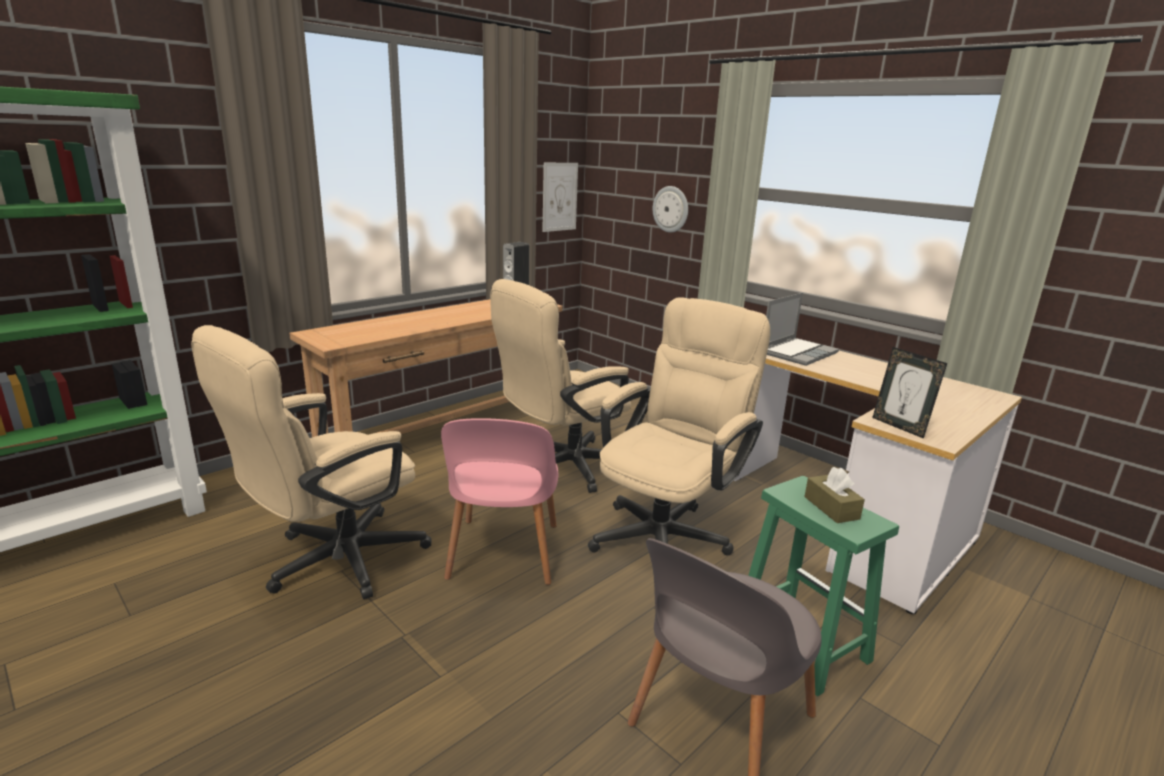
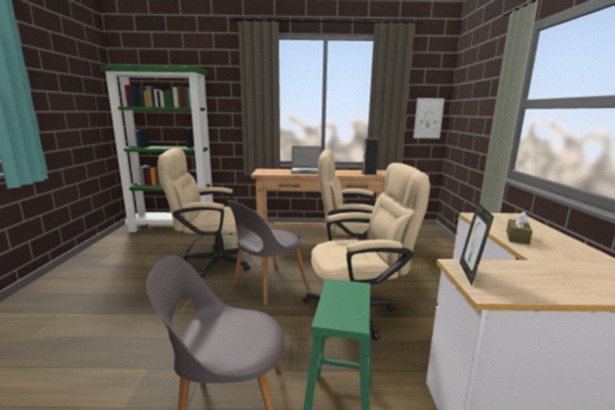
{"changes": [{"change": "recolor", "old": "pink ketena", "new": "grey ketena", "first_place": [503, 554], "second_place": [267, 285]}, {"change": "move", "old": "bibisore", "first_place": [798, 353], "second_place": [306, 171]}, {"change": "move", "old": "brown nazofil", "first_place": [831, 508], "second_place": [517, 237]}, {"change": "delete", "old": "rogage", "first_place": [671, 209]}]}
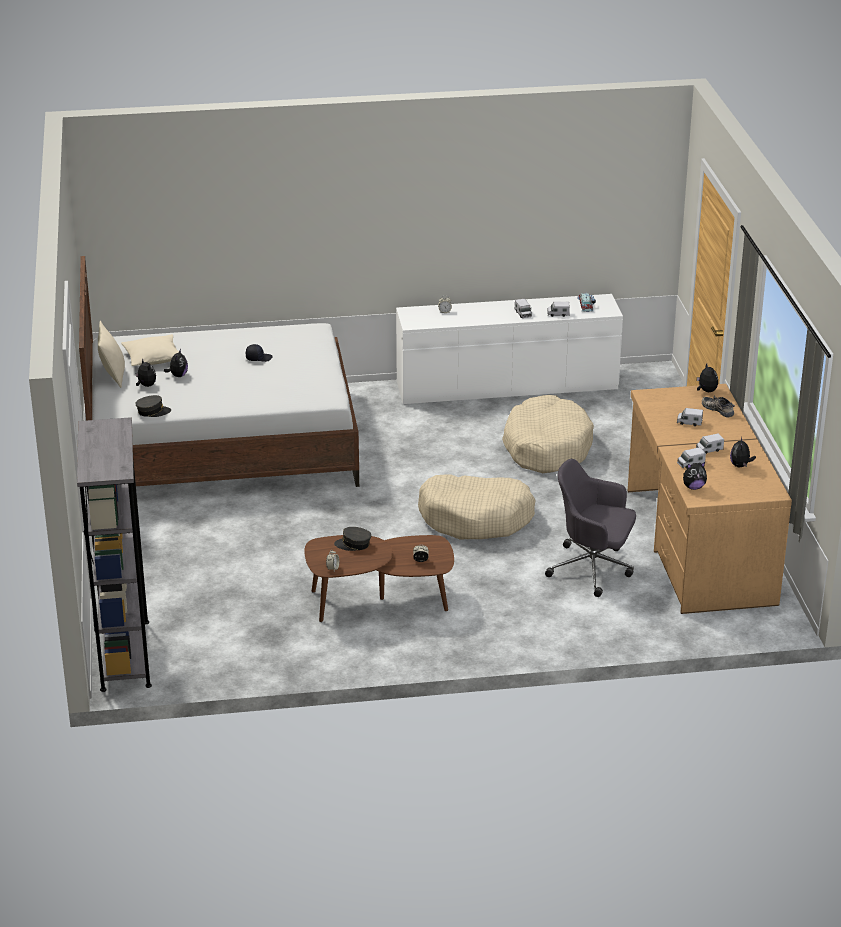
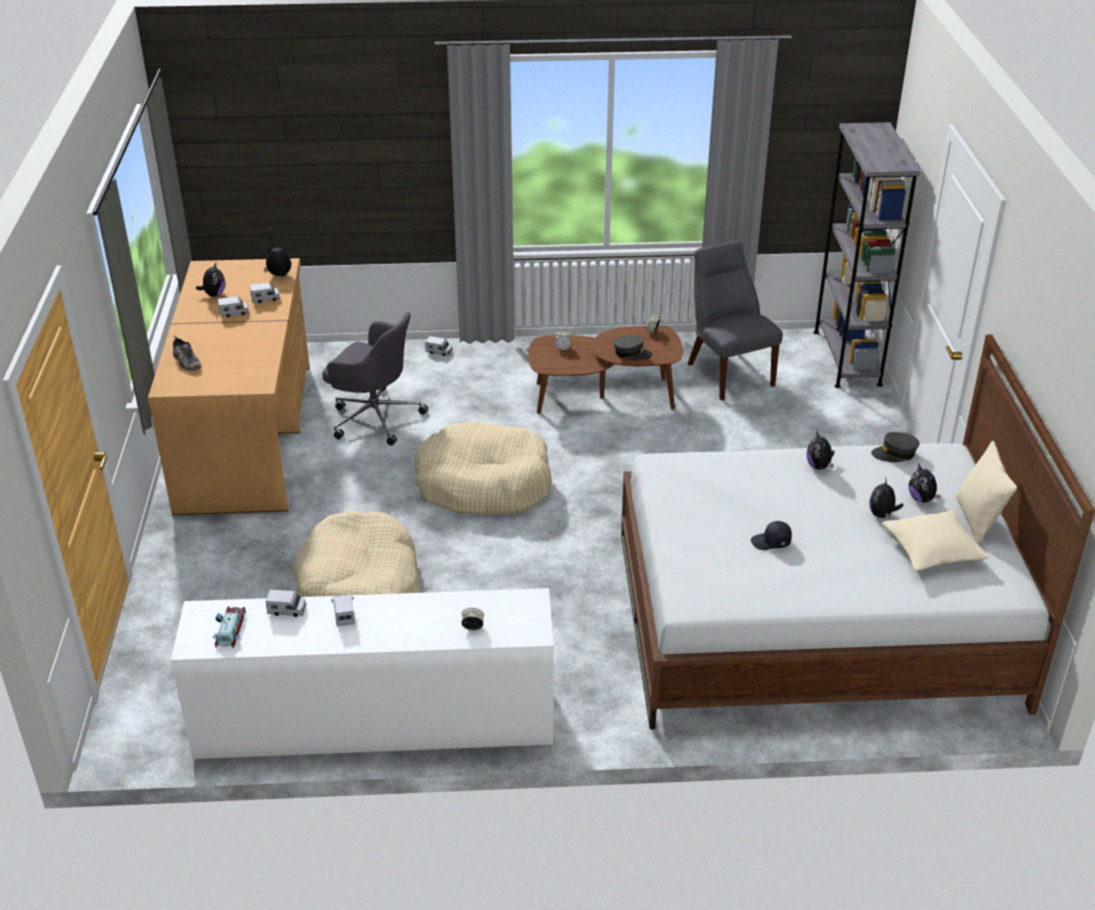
{"changes": [{"change": "move", "old": "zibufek", "first_place": [689, 422], "second_place": [439, 352]}, {"change": "insert", "new": "grey ketena", "second_place": [727, 373]}, {"change": "move", "old": "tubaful", "first_place": [706, 391], "second_place": [819, 466]}]}
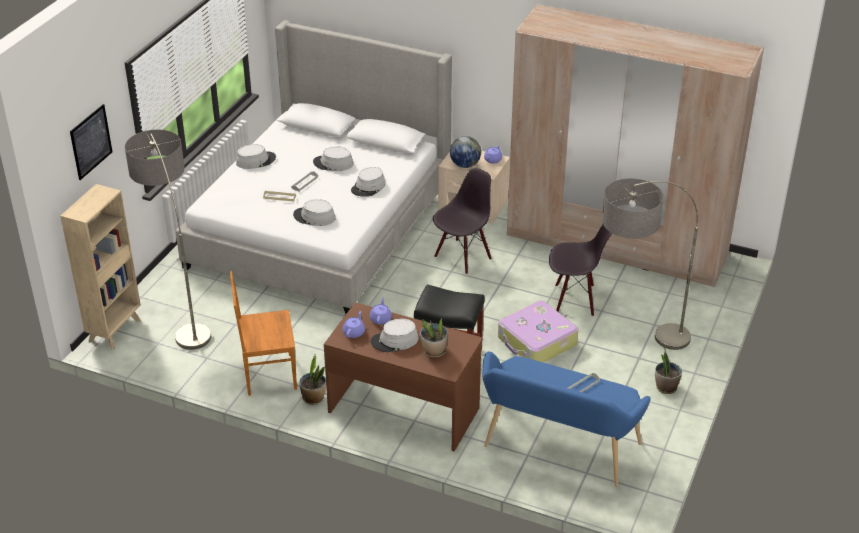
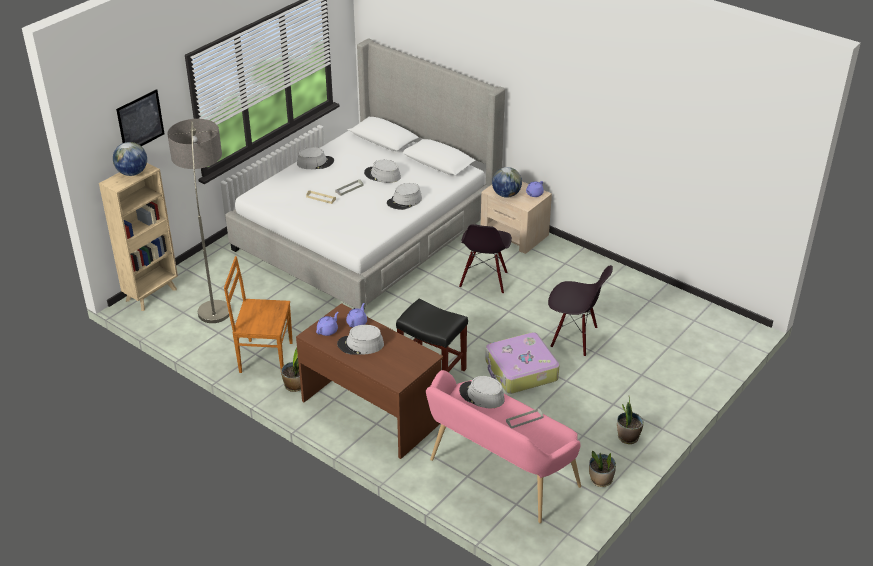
{"changes": [{"change": "insert", "new": "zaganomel", "second_place": [132, 173]}, {"change": "recolor", "old": "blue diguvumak", "new": "pink diguvumak", "first_place": [557, 449], "second_place": [498, 476]}, {"change": "rotate", "old": "black ketena", "first_place": [462, 257], "second_place": [484, 280], "degrees": 135}, {"change": "move", "old": "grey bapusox", "first_place": [314, 217], "second_place": [481, 395]}, {"change": "move", "old": "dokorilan", "first_place": [434, 351], "second_place": [600, 480]}, {"change": "delete", "old": "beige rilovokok", "first_place": [616, 245]}, {"change": "delete", "old": "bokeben", "first_place": [634, 349]}]}
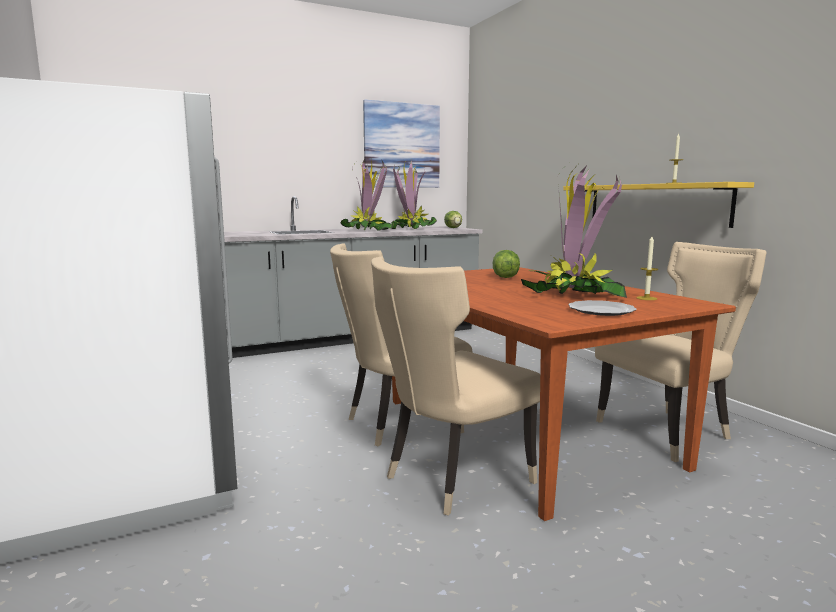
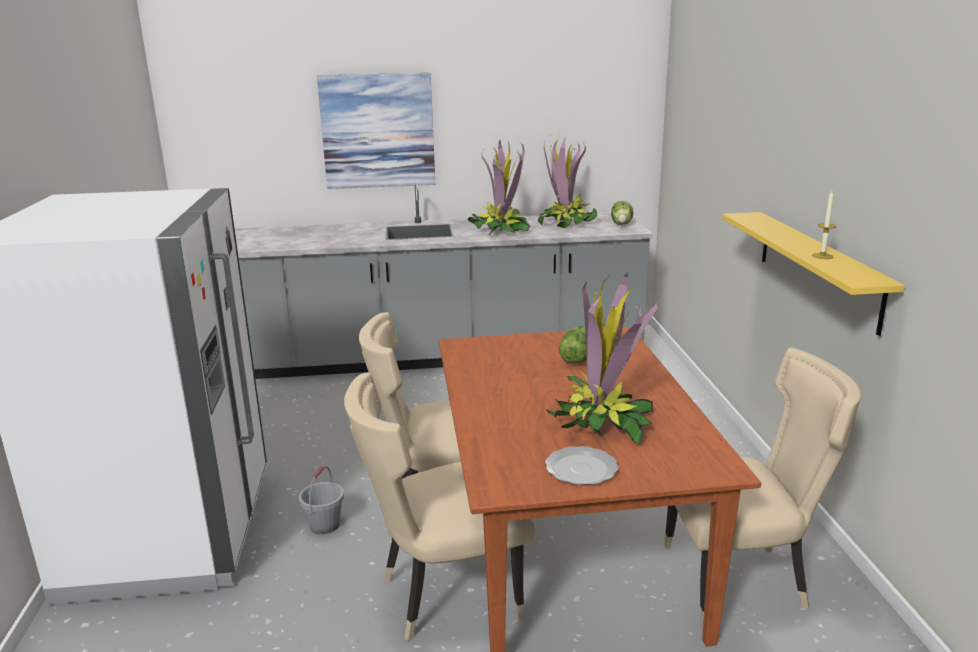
{"changes": [{"change": "insert", "new": "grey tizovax", "second_place": [325, 525]}, {"change": "move", "old": "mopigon", "first_place": [402, 146], "second_place": [378, 131]}, {"change": "delete", "old": "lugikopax", "first_place": [646, 298]}]}
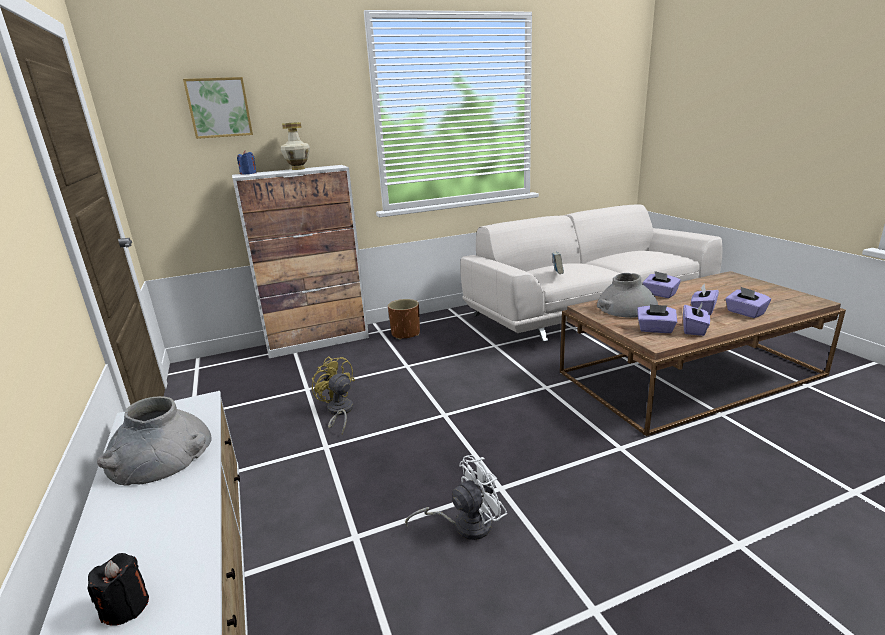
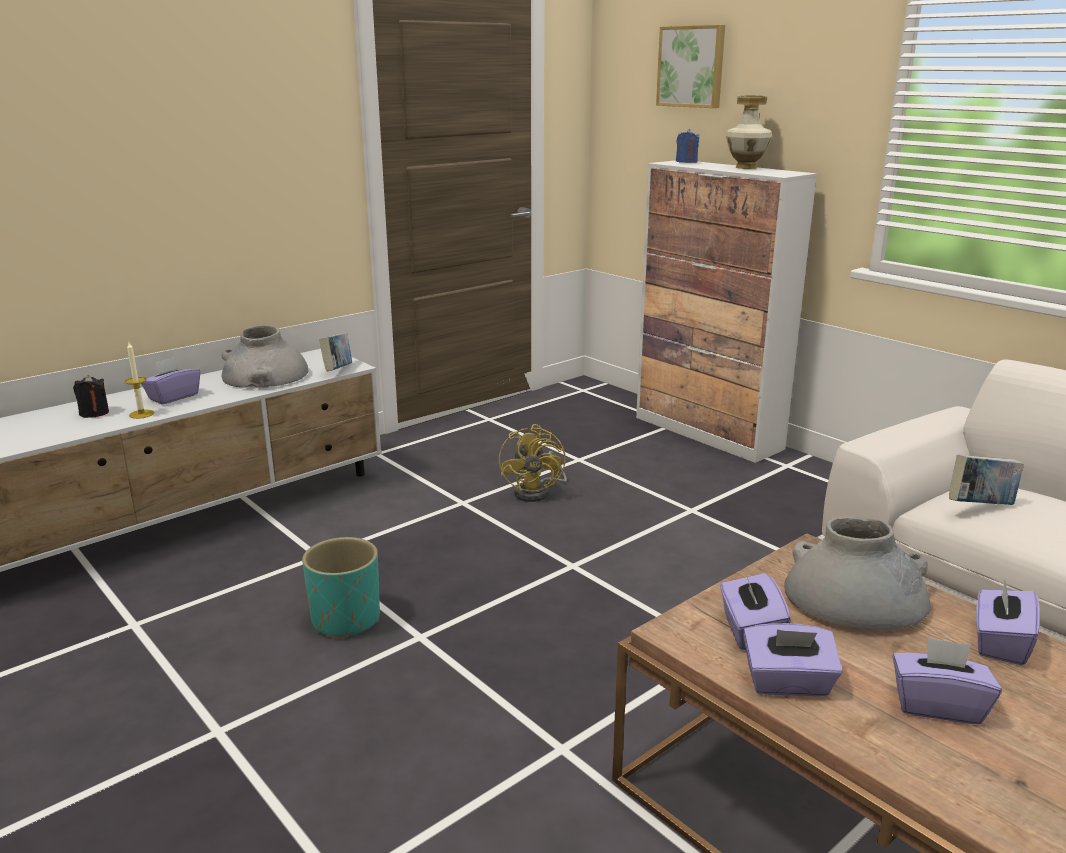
{"changes": [{"change": "insert", "new": "lugikopax", "second_place": [141, 414]}, {"change": "move", "old": "purple nazofil", "first_place": [745, 313], "second_place": [173, 397]}, {"change": "replace", "old": "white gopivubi", "new": "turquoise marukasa", "first_place": [465, 524], "second_place": [346, 620]}, {"change": "insert", "new": "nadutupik", "second_place": [338, 371]}, {"change": "rotate", "old": "yellow gopivubi", "first_place": [339, 412], "second_place": [537, 492], "degrees": 150}, {"change": "delete", "old": "brown marukasa", "first_place": [405, 334]}]}
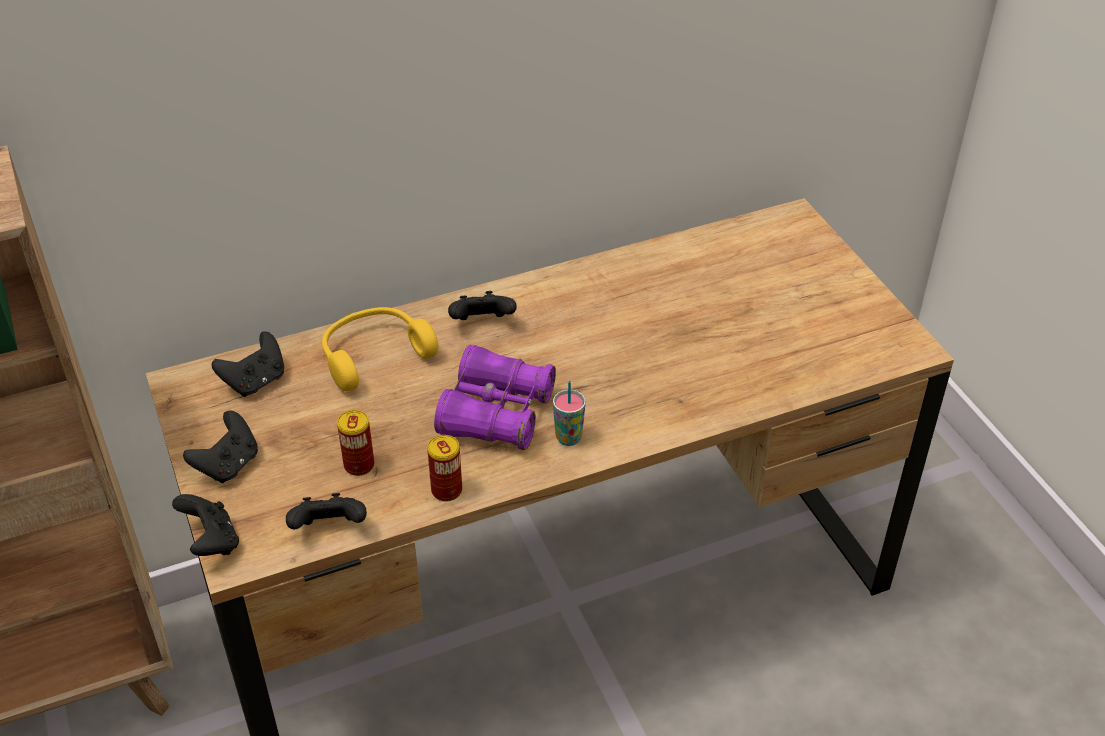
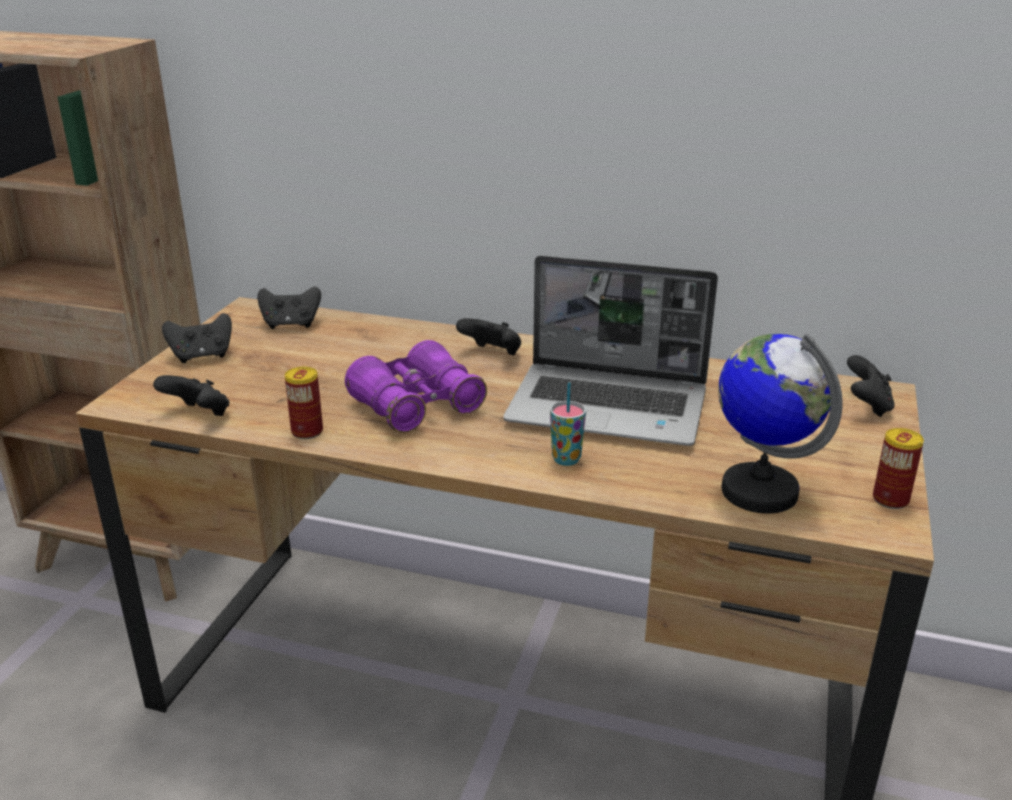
{"changes": [{"change": "insert", "new": "bibisore", "second_place": [610, 407]}, {"change": "move", "old": "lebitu", "first_place": [568, 438], "second_place": [566, 459]}, {"change": "insert", "new": "zaganomel", "second_place": [759, 491]}, {"change": "move", "old": "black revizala", "first_place": [211, 542], "second_place": [867, 406]}, {"change": "move", "old": "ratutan", "first_place": [359, 465], "second_place": [890, 499]}, {"change": "delete", "old": "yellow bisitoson", "first_place": [374, 355]}]}
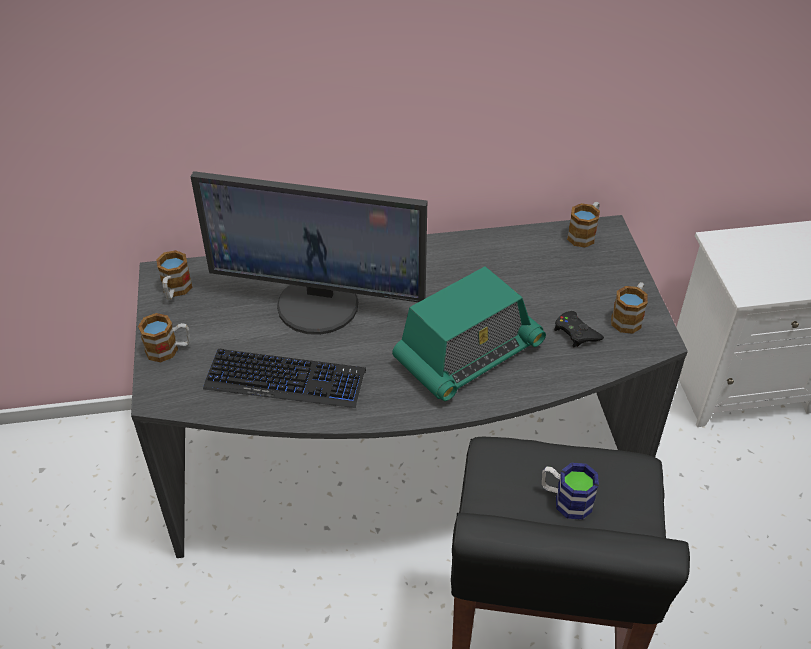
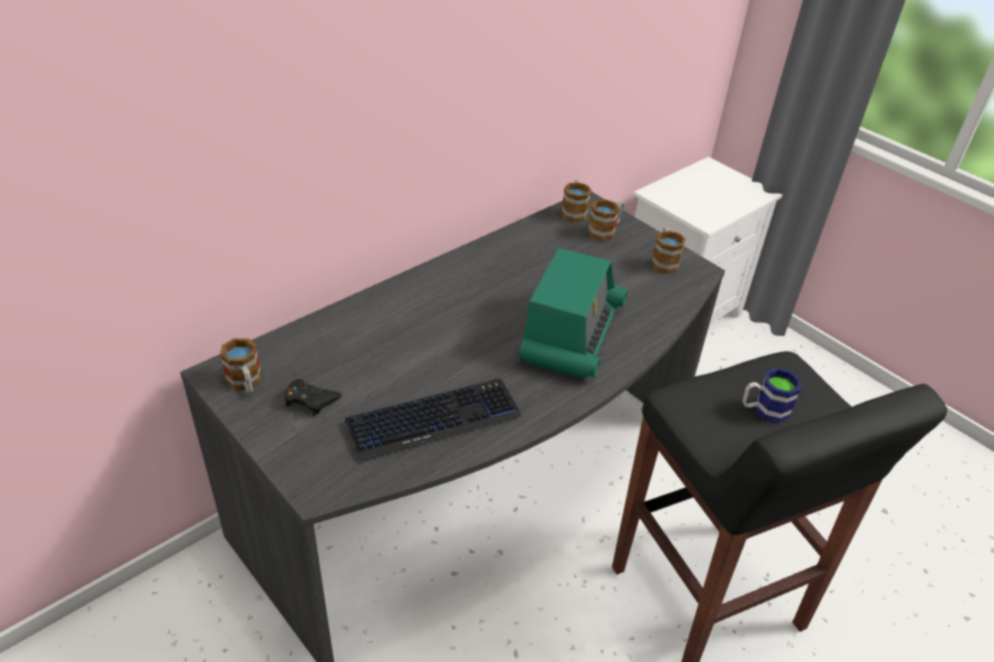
{"changes": [{"change": "move", "old": "black revizala", "first_place": [576, 333], "second_place": [310, 400]}, {"change": "move", "old": "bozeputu", "first_place": [169, 349], "second_place": [605, 231]}, {"change": "delete", "old": "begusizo", "first_place": [319, 303]}]}
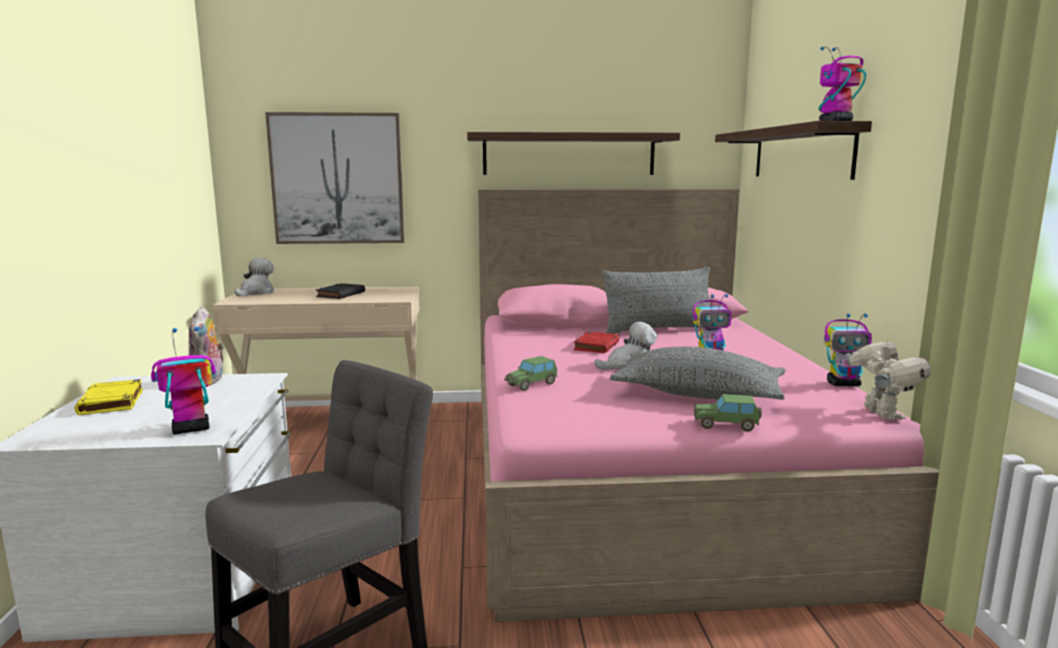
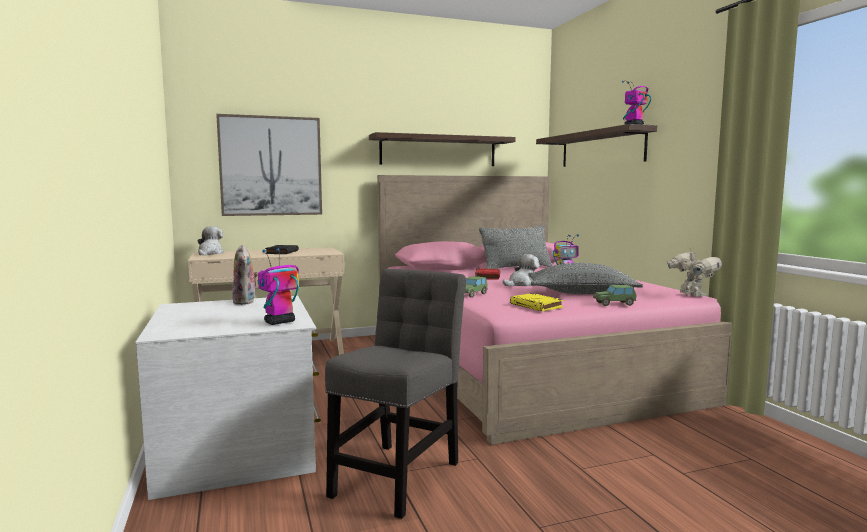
{"changes": [{"change": "move", "old": "yellow nadutupik", "first_place": [111, 402], "second_place": [537, 306]}, {"change": "delete", "old": "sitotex", "first_place": [844, 384]}]}
